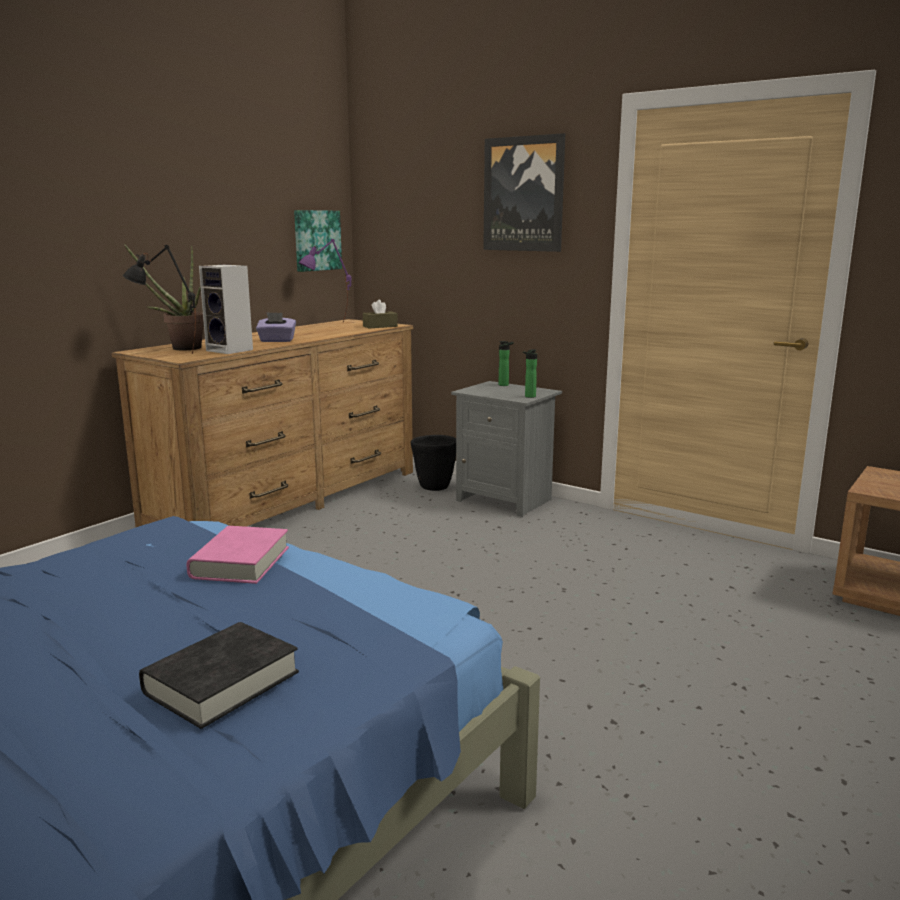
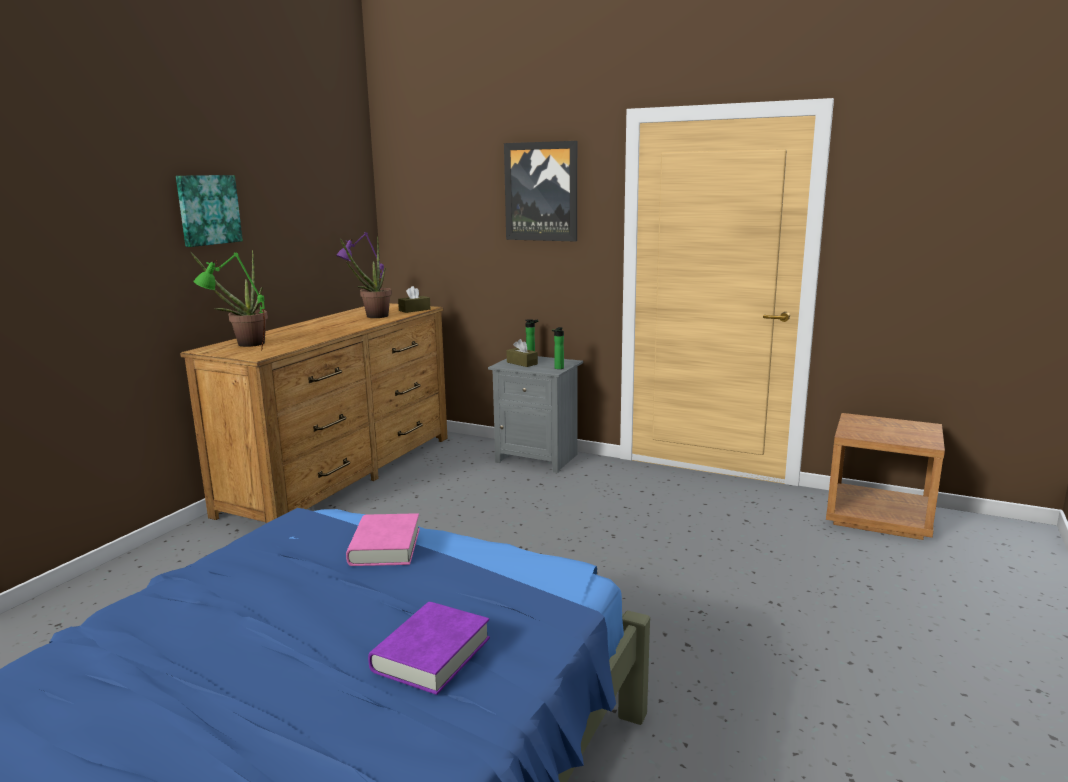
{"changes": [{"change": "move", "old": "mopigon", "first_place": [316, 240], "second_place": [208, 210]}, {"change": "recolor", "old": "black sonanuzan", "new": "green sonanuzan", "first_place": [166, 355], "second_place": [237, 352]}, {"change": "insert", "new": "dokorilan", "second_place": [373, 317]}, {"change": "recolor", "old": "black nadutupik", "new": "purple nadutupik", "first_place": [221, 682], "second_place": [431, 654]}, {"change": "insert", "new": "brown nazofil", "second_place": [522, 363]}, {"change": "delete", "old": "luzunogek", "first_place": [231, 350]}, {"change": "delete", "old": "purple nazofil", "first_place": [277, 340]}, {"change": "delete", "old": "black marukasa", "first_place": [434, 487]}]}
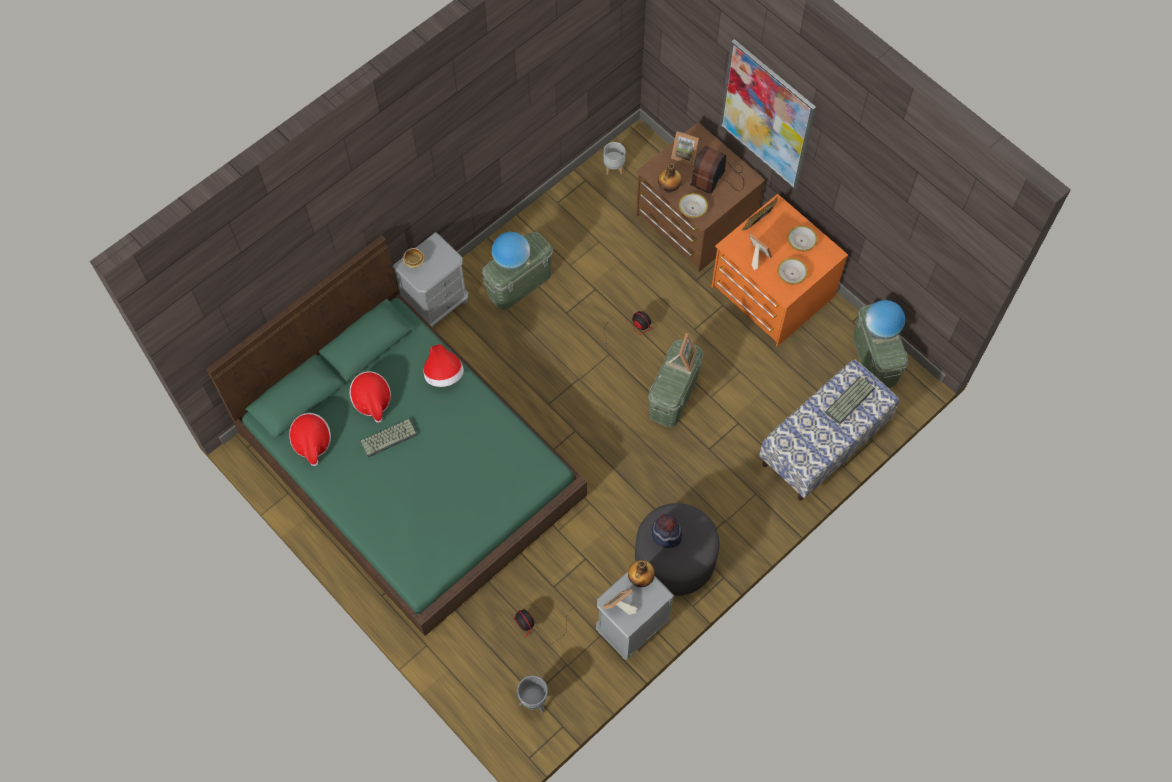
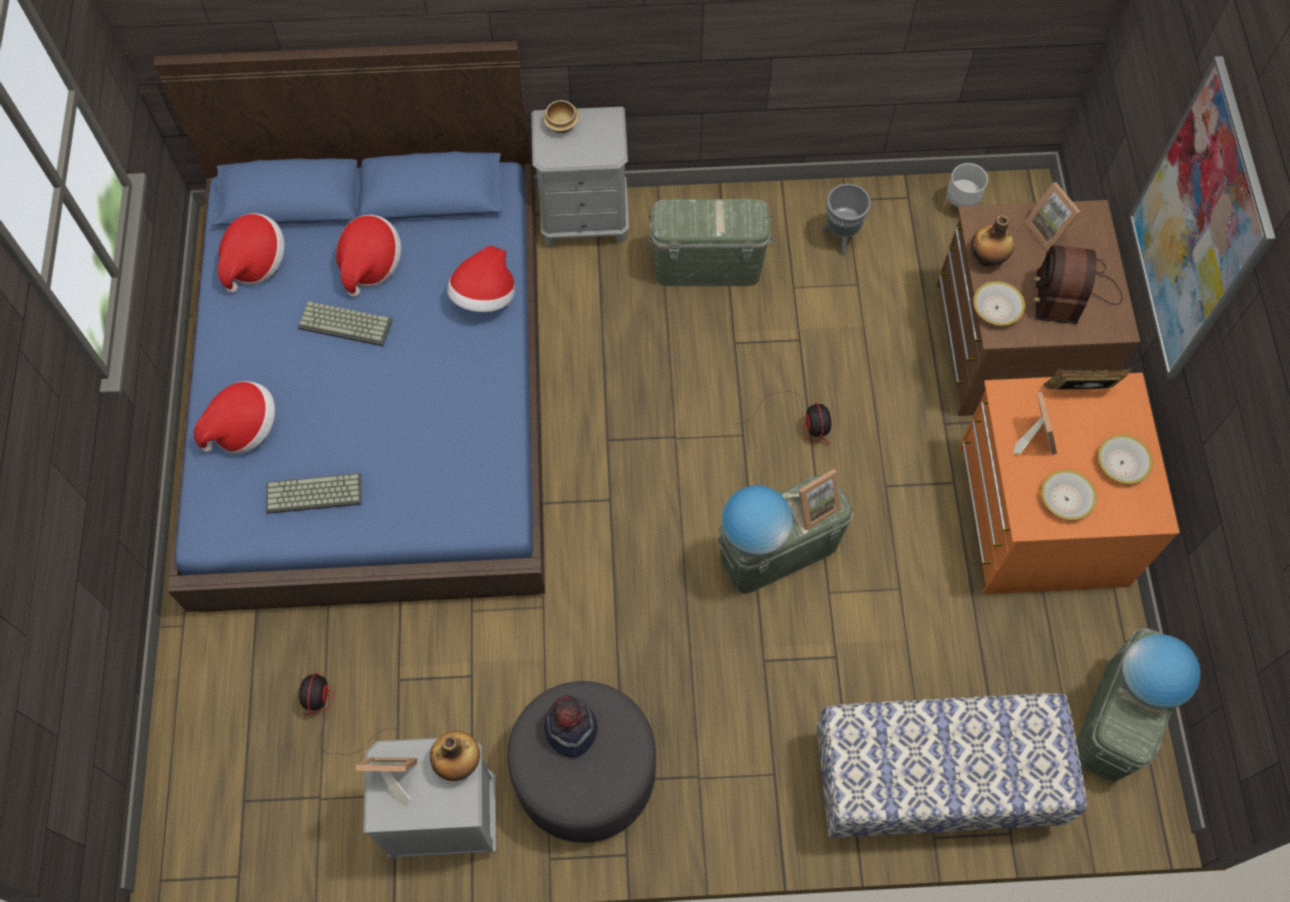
{"changes": [{"change": "recolor", "old": "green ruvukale", "new": "blue ruvukale", "first_place": [411, 464], "second_place": [375, 388]}, {"change": "insert", "new": "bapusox", "second_place": [244, 428]}, {"change": "move", "old": "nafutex", "first_place": [850, 401], "second_place": [313, 495]}, {"change": "move", "old": "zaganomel", "first_place": [511, 260], "second_place": [754, 533]}, {"change": "move", "old": "grey marukasa", "first_place": [533, 702], "second_place": [840, 239]}, {"change": "rotate", "old": "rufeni", "first_place": [718, 177], "second_place": [1071, 291], "degrees": -60}]}
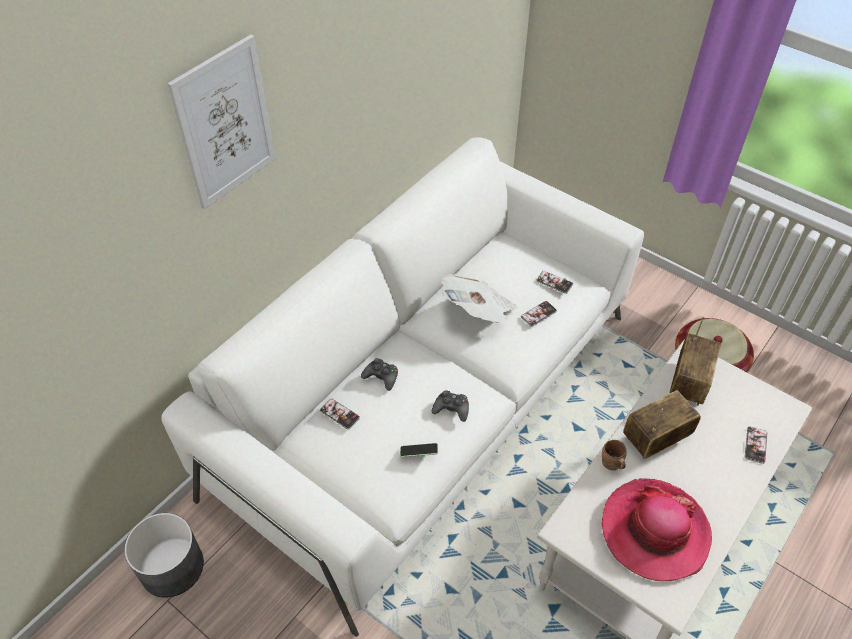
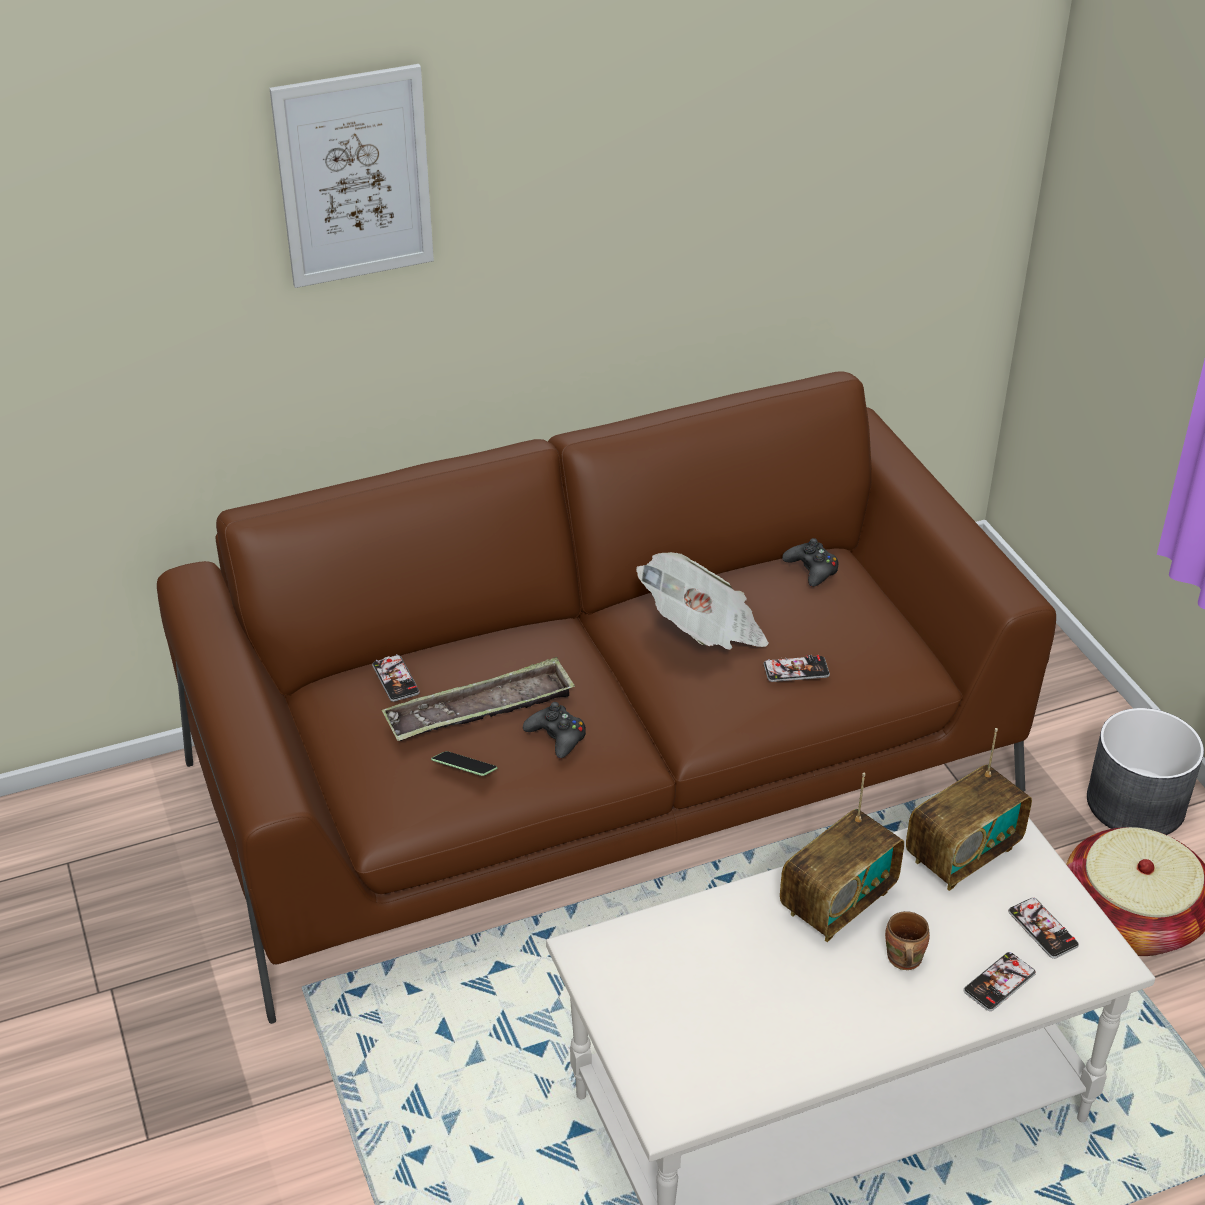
{"changes": [{"change": "recolor", "old": "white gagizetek", "new": "brown gagizetek", "first_place": [425, 401], "second_place": [602, 775]}, {"change": "insert", "new": "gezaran", "second_place": [480, 710]}, {"change": "rotate", "old": "rufeni", "first_place": [656, 438], "second_place": [837, 902], "degrees": 135}, {"change": "move", "old": "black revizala", "first_place": [381, 377], "second_place": [812, 569]}, {"change": "move", "old": "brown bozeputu", "first_place": [610, 464], "second_place": [902, 960]}, {"change": "move", "old": "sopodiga", "first_place": [554, 282], "second_place": [1042, 929]}, {"change": "move", "old": "grey marukasa", "first_place": [172, 567], "second_place": [1136, 803]}, {"change": "delete", "old": "bapusox", "first_place": [654, 531]}]}
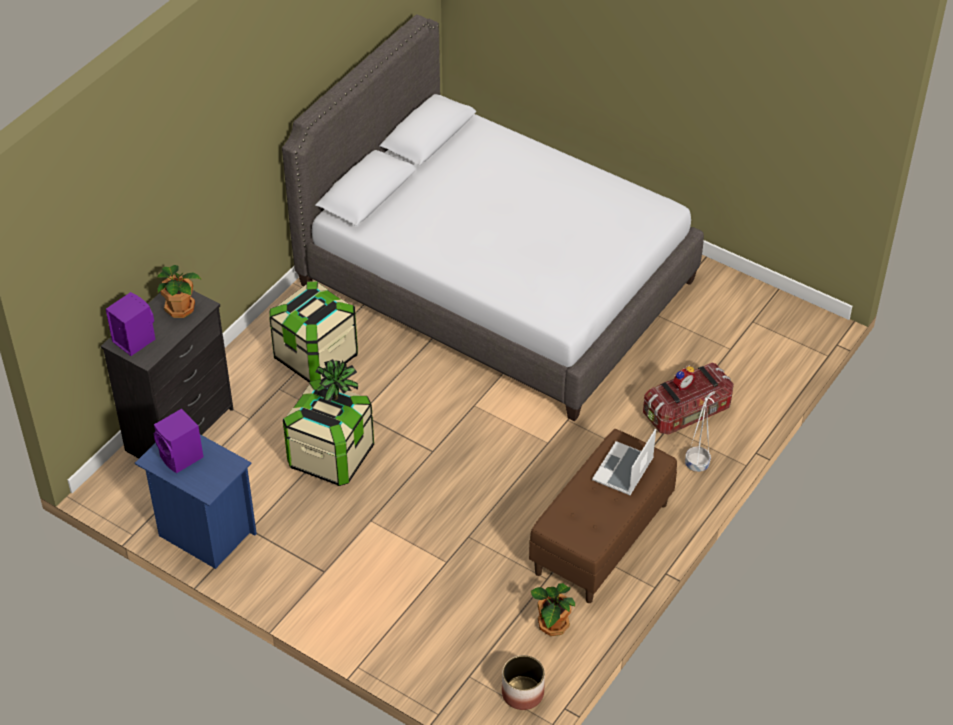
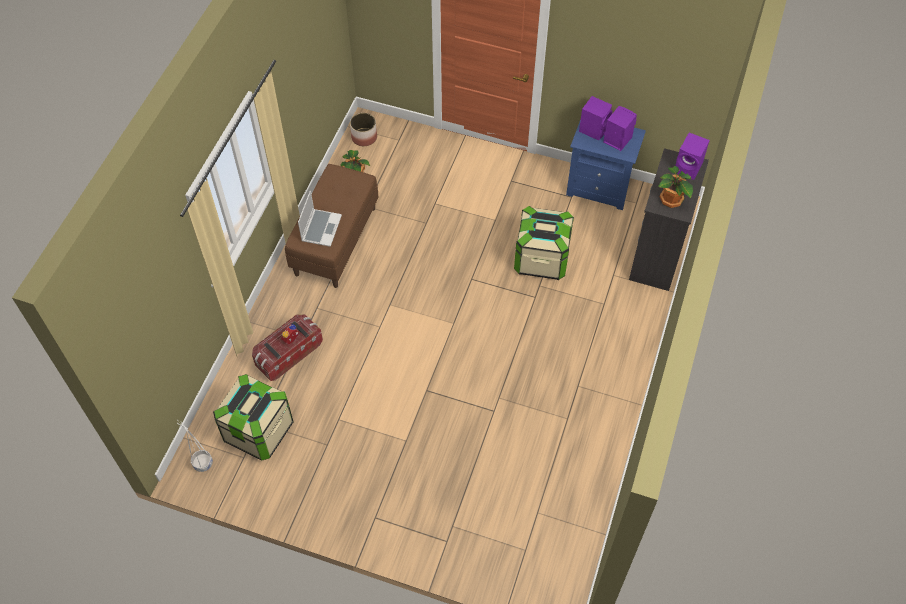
{"changes": [{"change": "move", "old": "white marukasa", "first_place": [697, 464], "second_place": [202, 463]}, {"change": "move", "old": "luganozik", "first_place": [316, 356], "second_place": [259, 431]}, {"change": "insert", "new": "purple luzunogek", "second_place": [594, 129]}, {"change": "delete", "old": "grey ruvukale", "first_place": [496, 283]}, {"change": "delete", "old": "dokorilan", "first_place": [337, 396]}]}
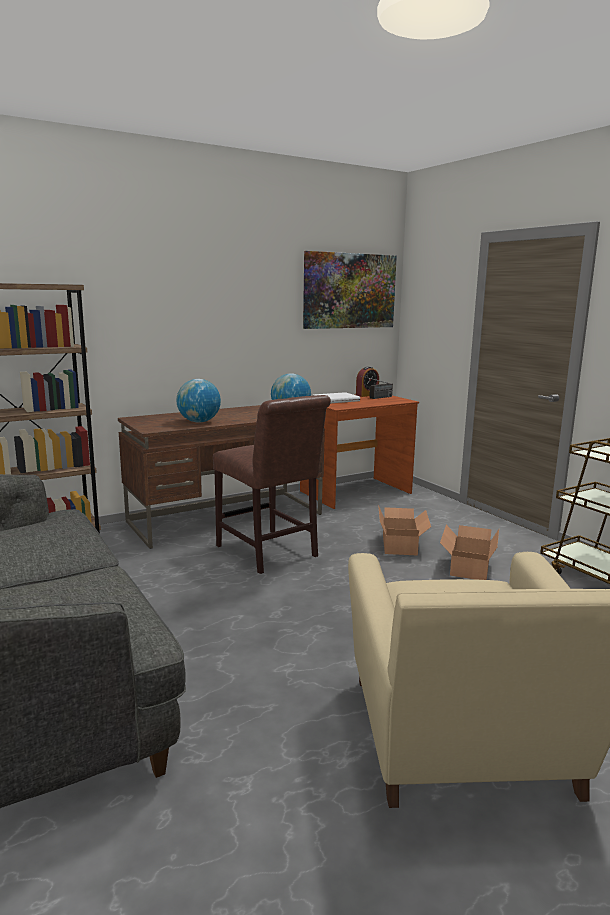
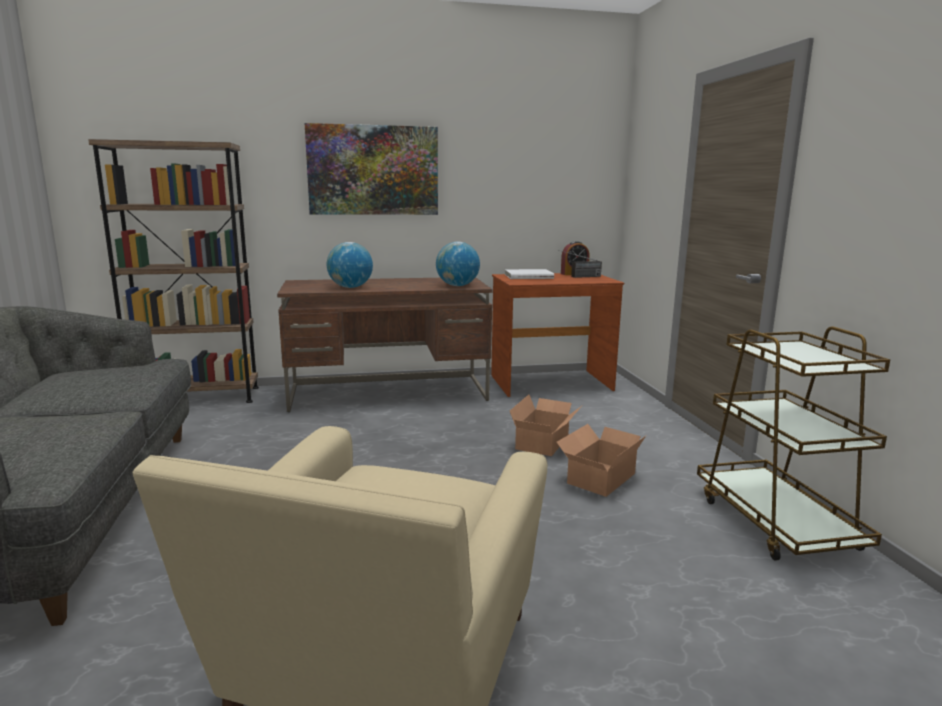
{"changes": [{"change": "move", "old": "mopigon", "first_place": [349, 291], "second_place": [373, 170]}, {"change": "delete", "old": "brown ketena", "first_place": [269, 553]}]}
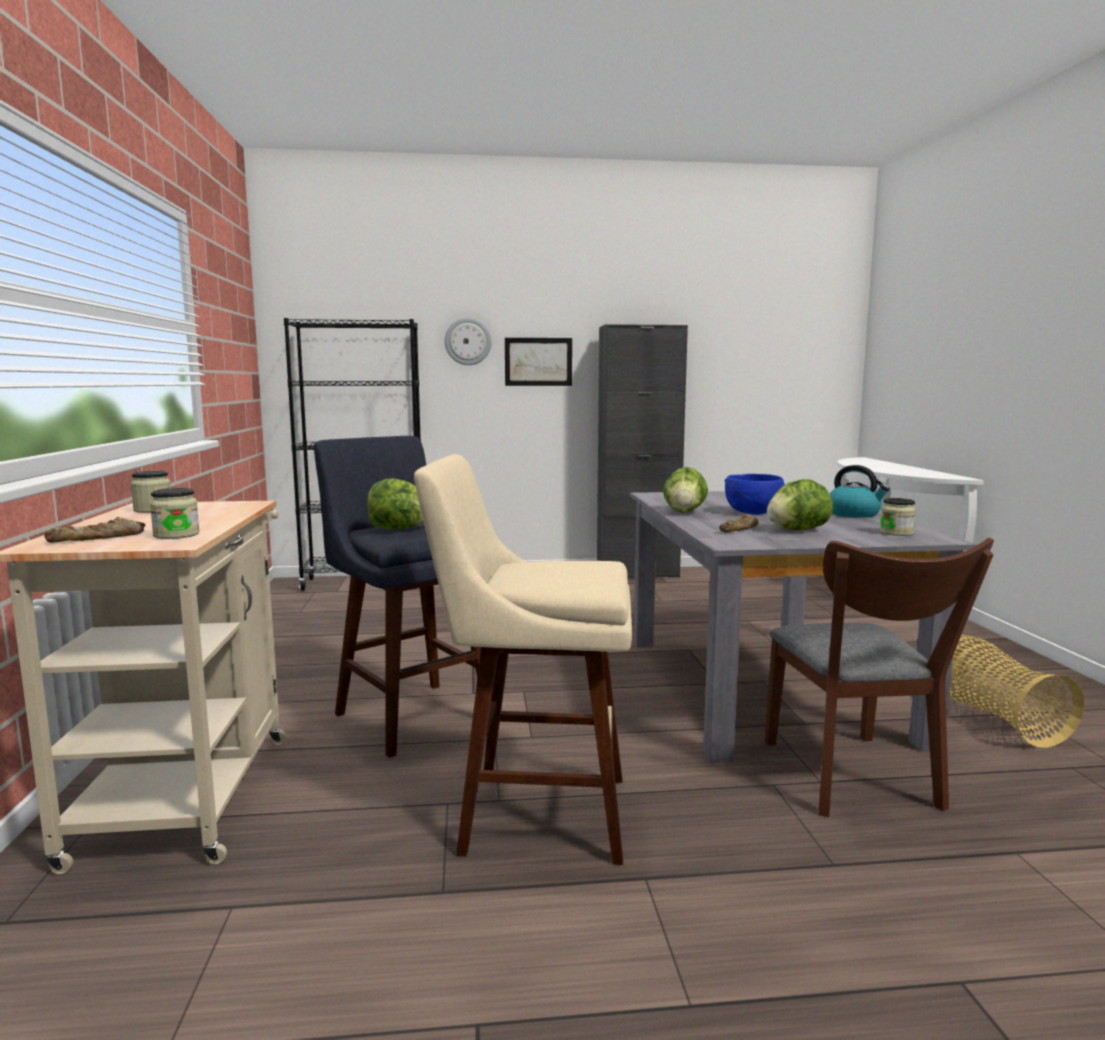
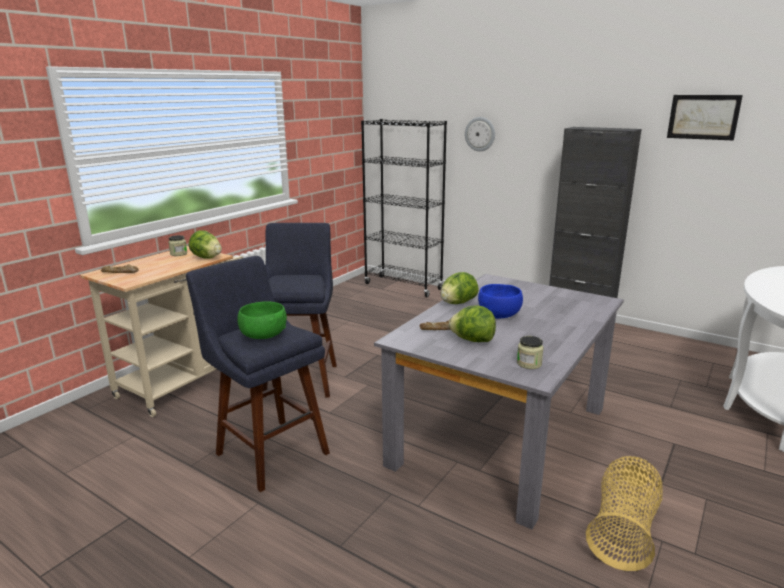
{"changes": [{"change": "recolor", "old": "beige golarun", "new": "blue golarun", "first_place": [532, 813], "second_place": [268, 450]}, {"change": "move", "old": "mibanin", "first_place": [399, 529], "second_place": [206, 258]}, {"change": "insert", "new": "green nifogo", "second_place": [263, 335]}, {"change": "move", "old": "mopigon", "first_place": [538, 361], "second_place": [703, 117]}, {"change": "delete", "old": "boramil", "first_place": [176, 535]}, {"change": "delete", "old": "brown ketena", "first_place": [854, 780]}, {"change": "delete", "old": "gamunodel", "first_place": [854, 514]}]}
